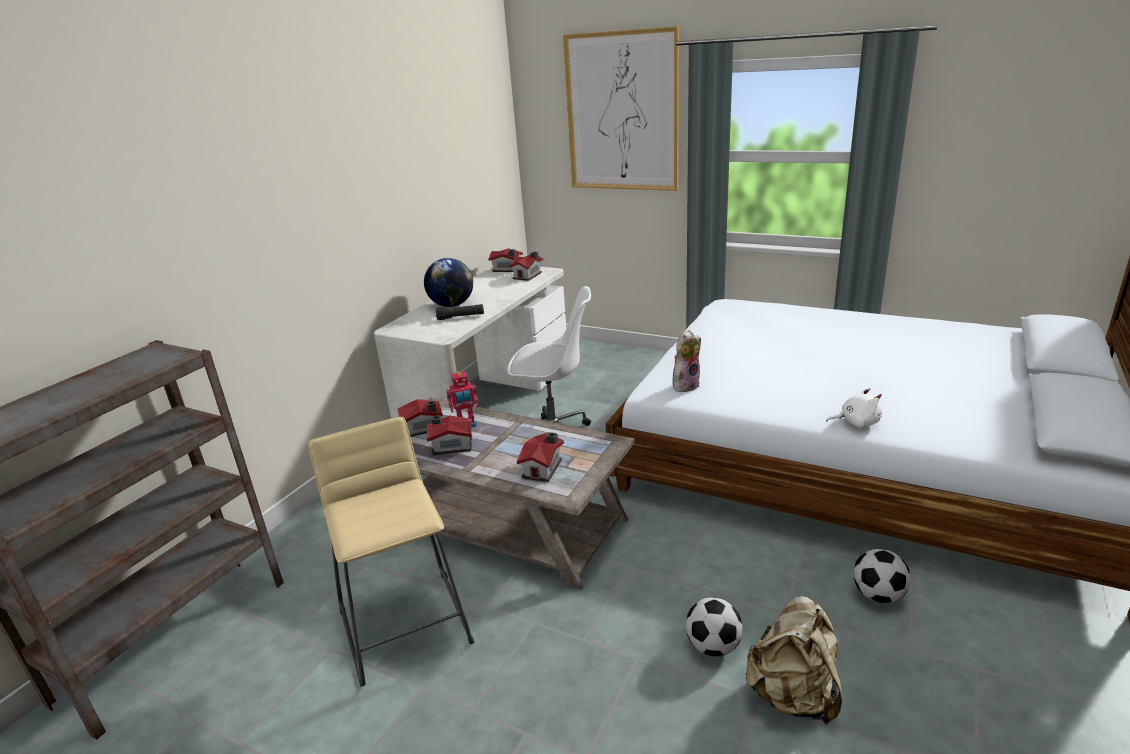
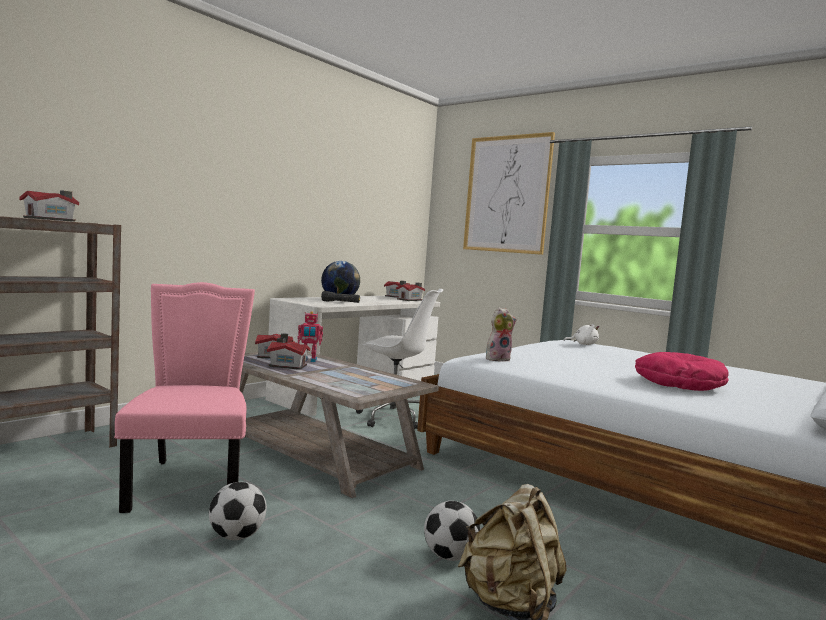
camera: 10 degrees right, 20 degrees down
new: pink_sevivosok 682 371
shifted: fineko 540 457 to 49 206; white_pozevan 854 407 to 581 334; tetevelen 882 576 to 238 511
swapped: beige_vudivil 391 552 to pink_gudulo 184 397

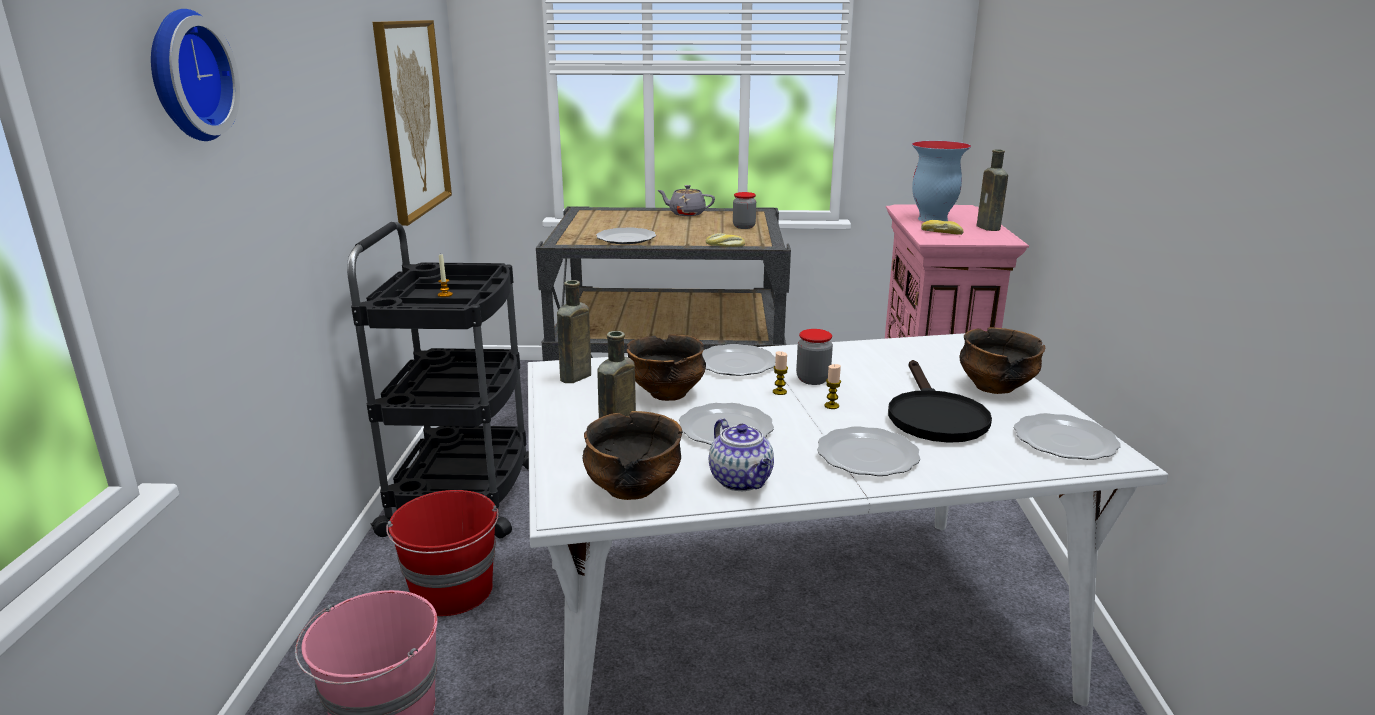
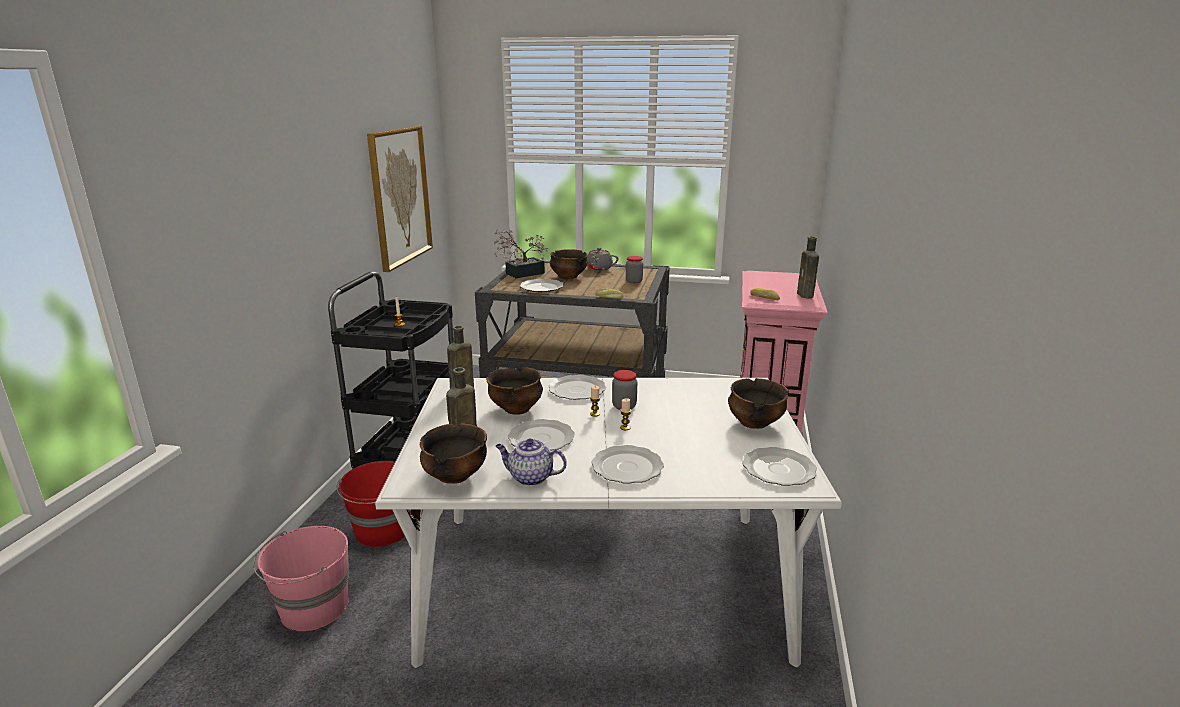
camera: 10 degrees right, 0 degrees up
gone: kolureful 195 75; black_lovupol 940 401; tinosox 941 181
new: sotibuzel 521 253; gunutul 569 264
rotated: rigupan 741 454 = 531 462 120 degrees clockwise

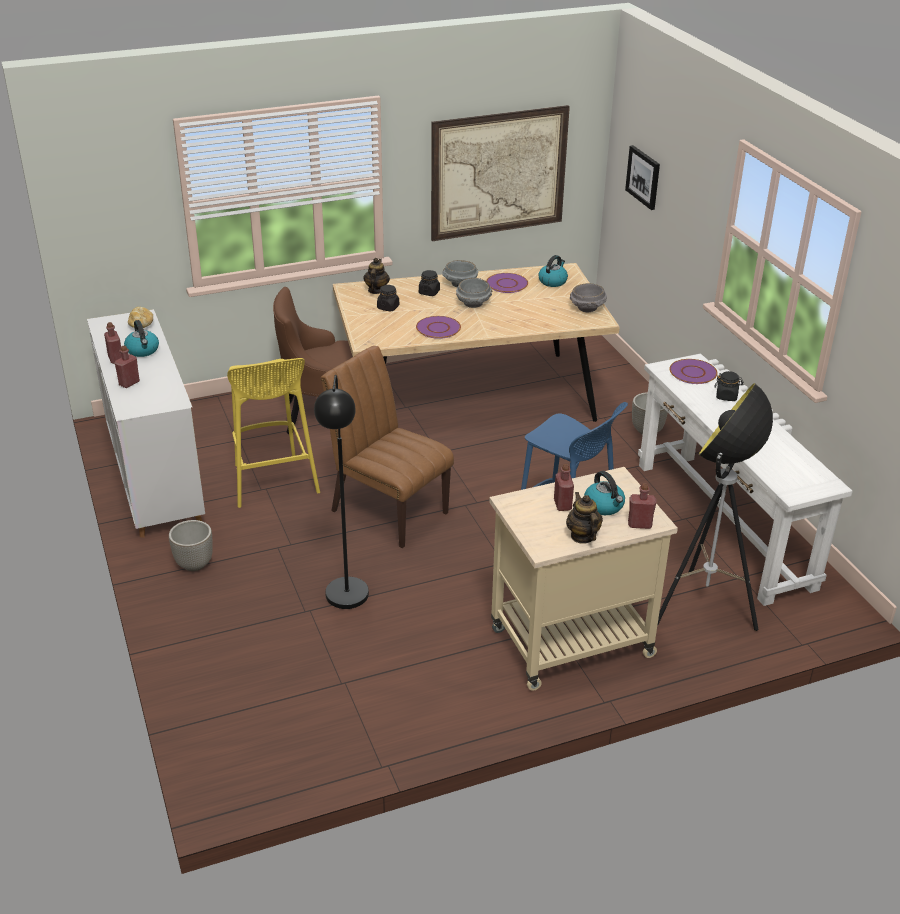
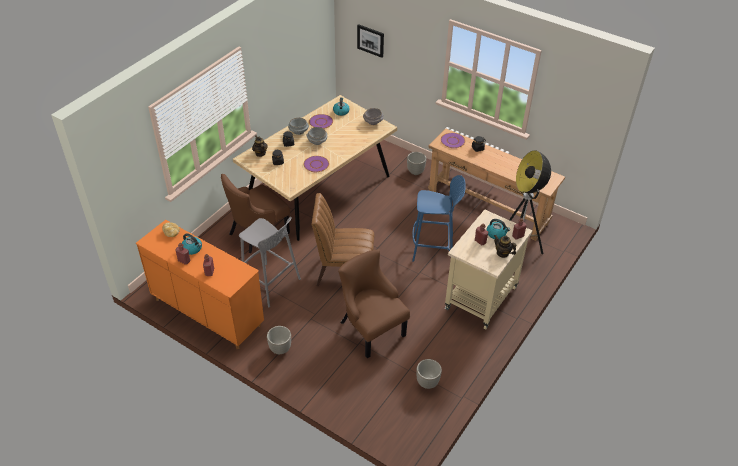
camera: 35 degrees left, 10 degrees up
gone: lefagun 500 173
new: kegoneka 429 374
swapped: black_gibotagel 341 492 to brown_gudulo 374 303
repainted: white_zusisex 146 423 to orange_zusisex 200 284; yellow_vudivil 273 433 to grey_vudivil 270 262; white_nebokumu 745 480 to brown_nebokumu 496 185

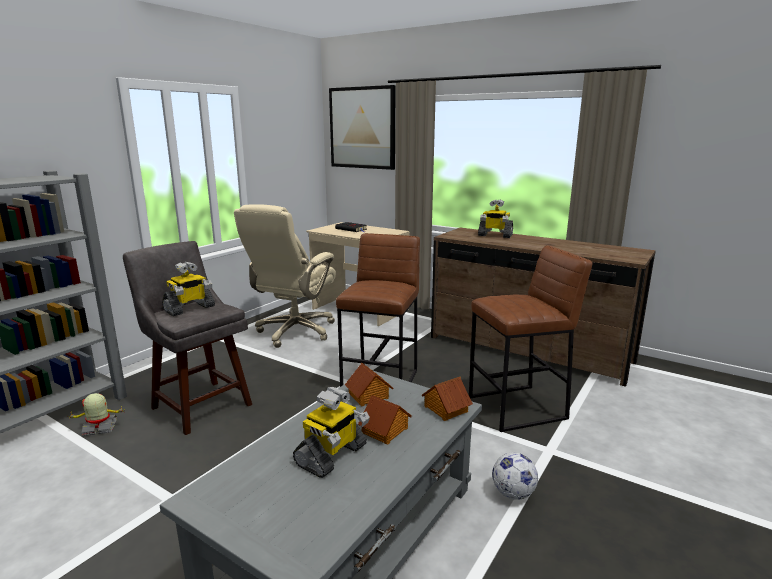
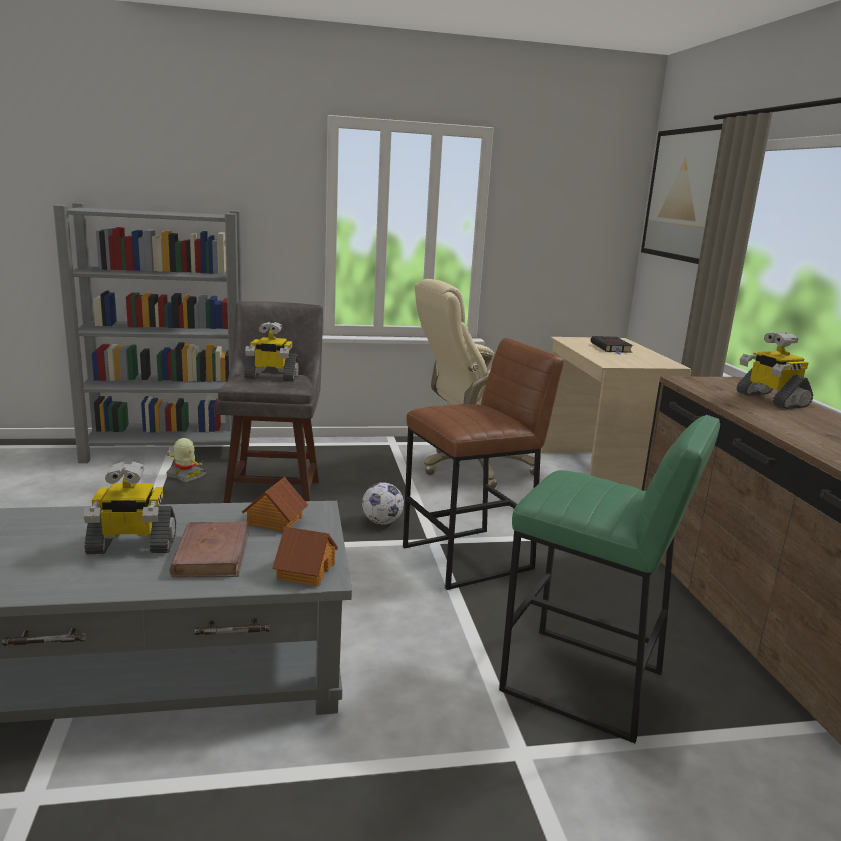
camera: 45 degrees right, 0 degrees up
shifted: tetevelen 515 476 to 383 503
swapped: fineko 385 419 to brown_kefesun 209 550
repainted: brown_vudivil 530 339 to green_vudivil 609 579

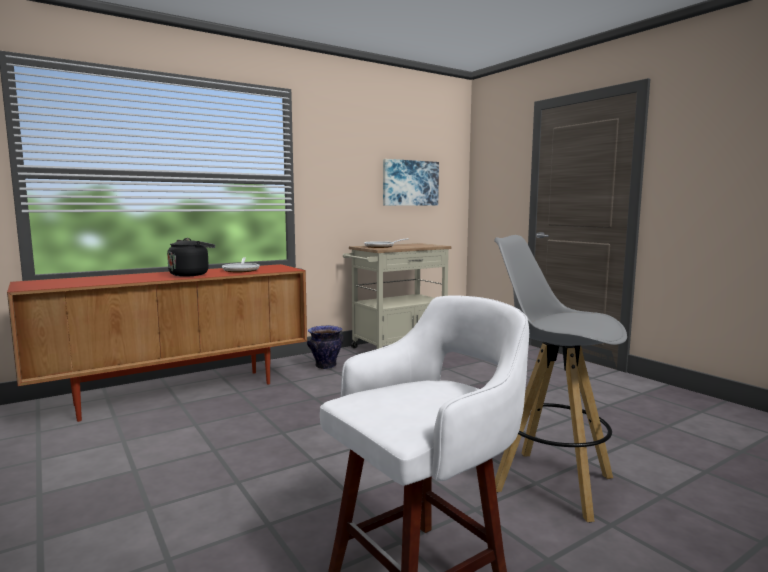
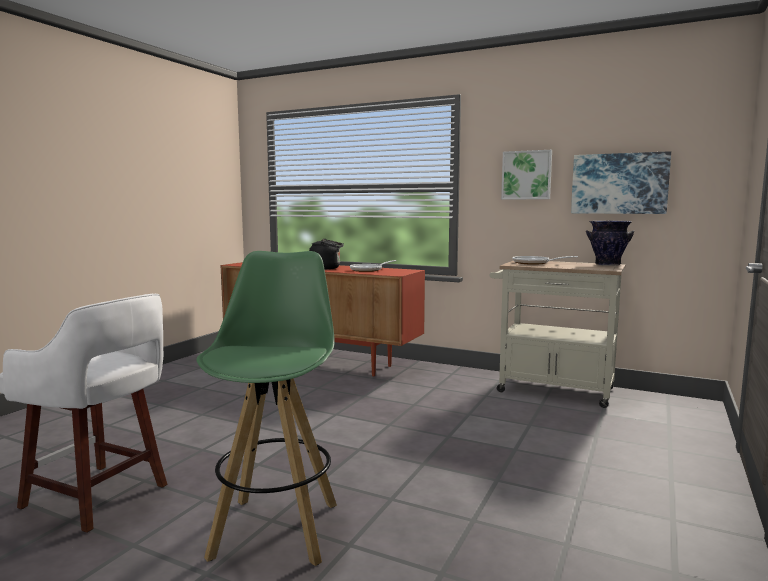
camera: 60 degrees right, 0 degrees up
new: lefagun 526 174
shifted: tinosox 325 347 to 610 243
repainted: grey_vudivil 560 378 to green_vudivil 267 408

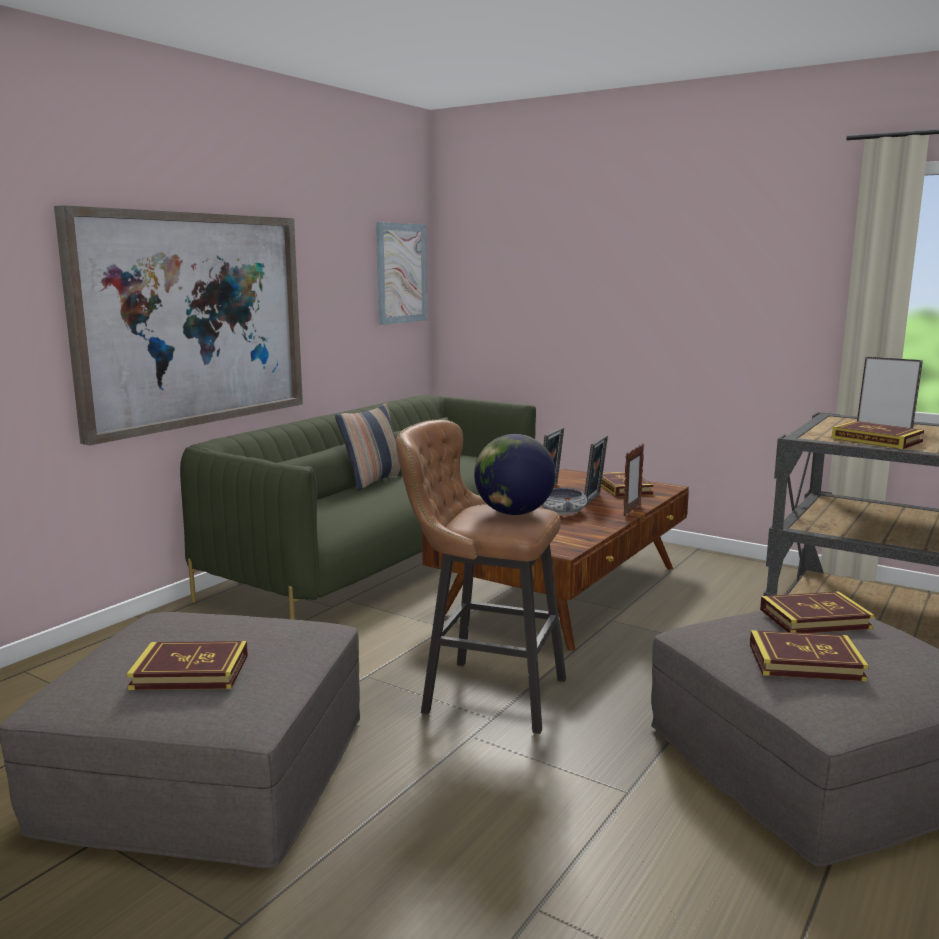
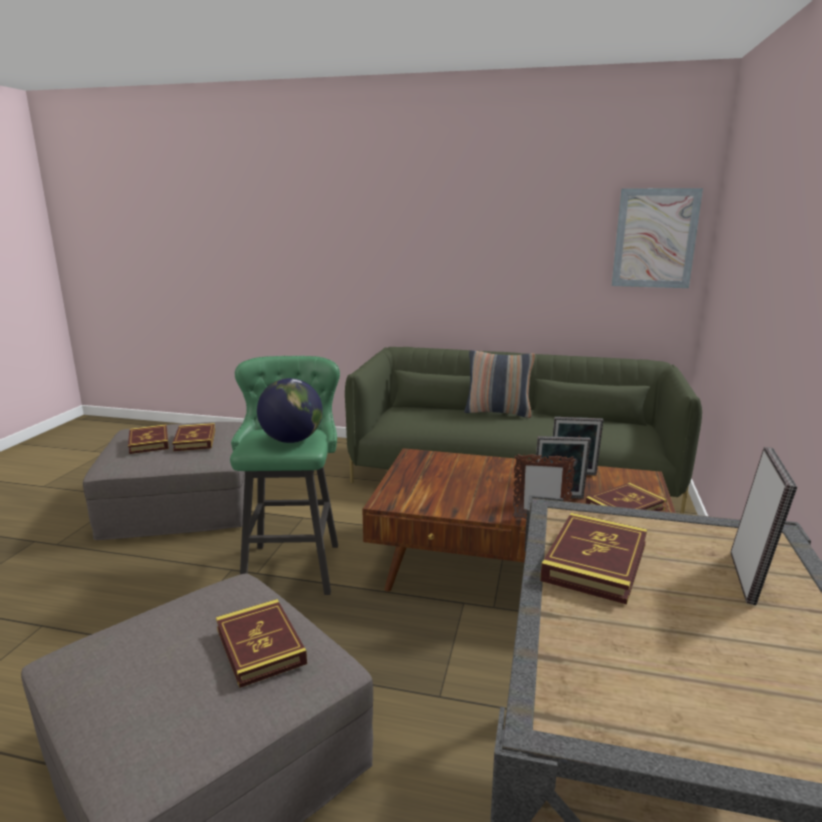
camera: 70 degrees right, 5 degrees up
gone: lefagun 178 325; gunutul 565 501
shifted: kefesun 809 655 to 193 437
repainted: brown_vudivil 481 576 to green_vudivil 285 475

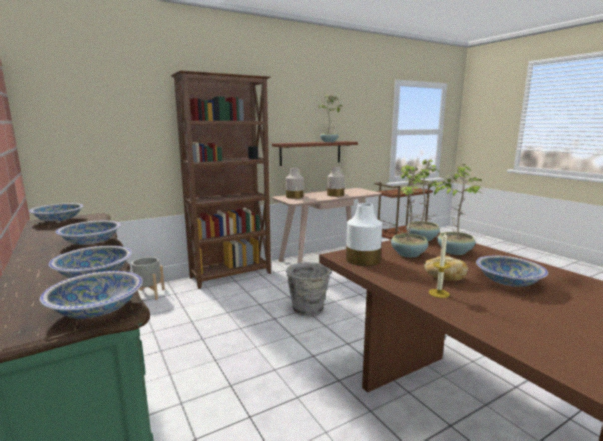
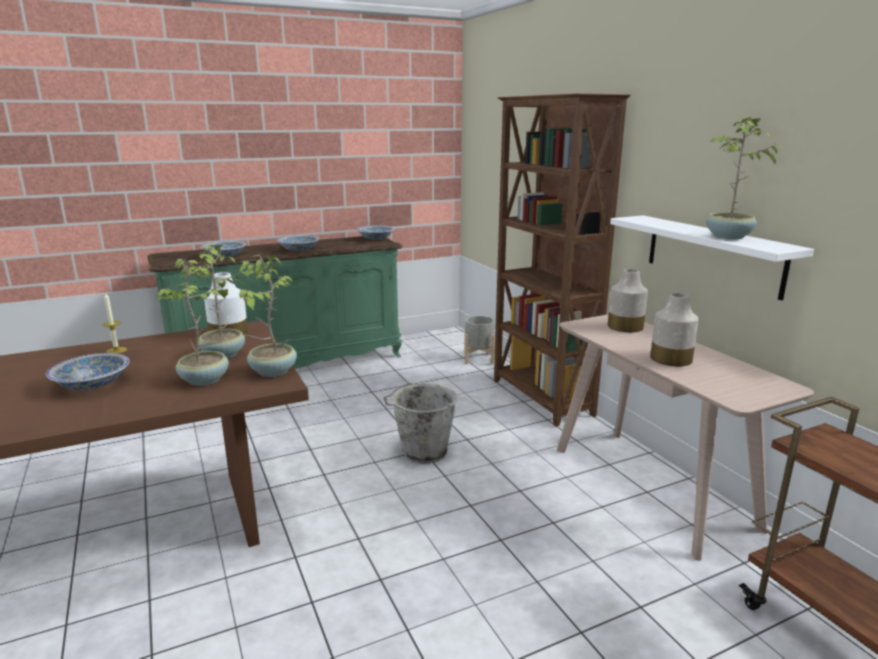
camera: 95 degrees right, 5 degrees up
gone: gunutul 91 295; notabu 446 268
repainted: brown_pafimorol 315 153 to white_pafimorol 712 257

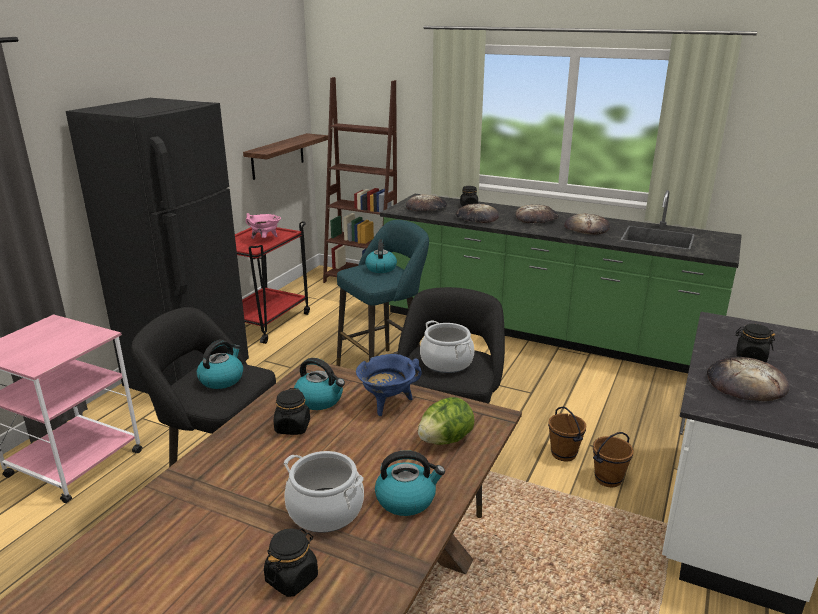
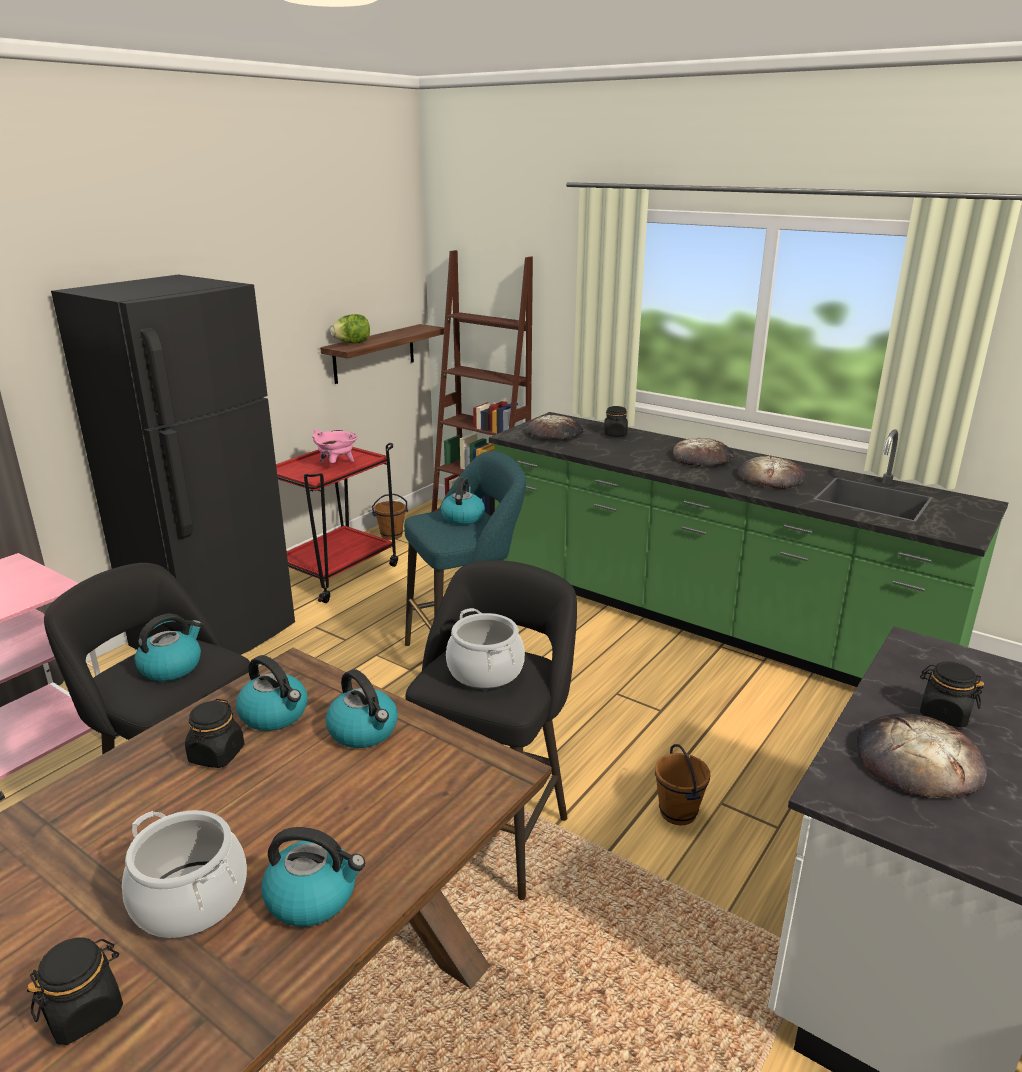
camera: 10 degrees right, 0 degrees up
gone: notabu 477 213
shifted: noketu 446 421 to 350 328; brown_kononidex 613 459 to 390 517
swapped: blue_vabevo 389 385 to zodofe 361 708

